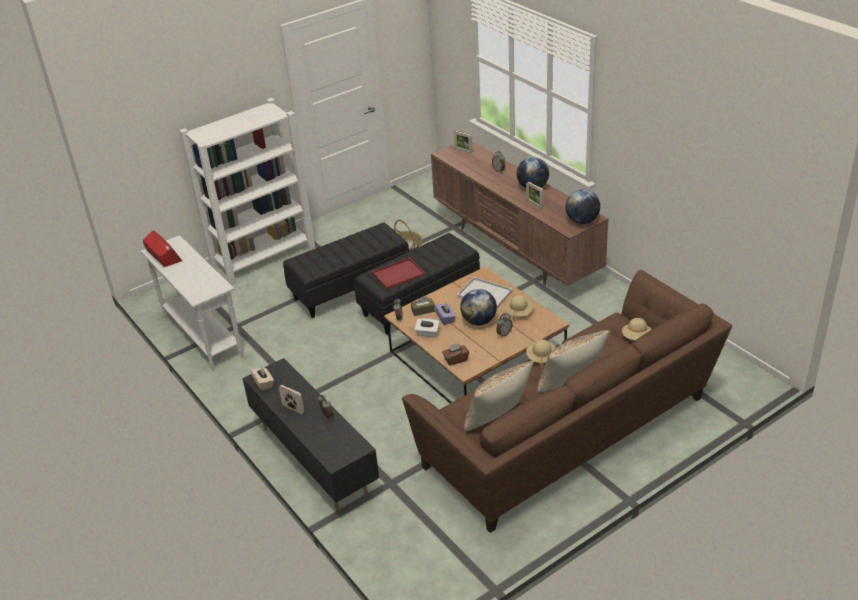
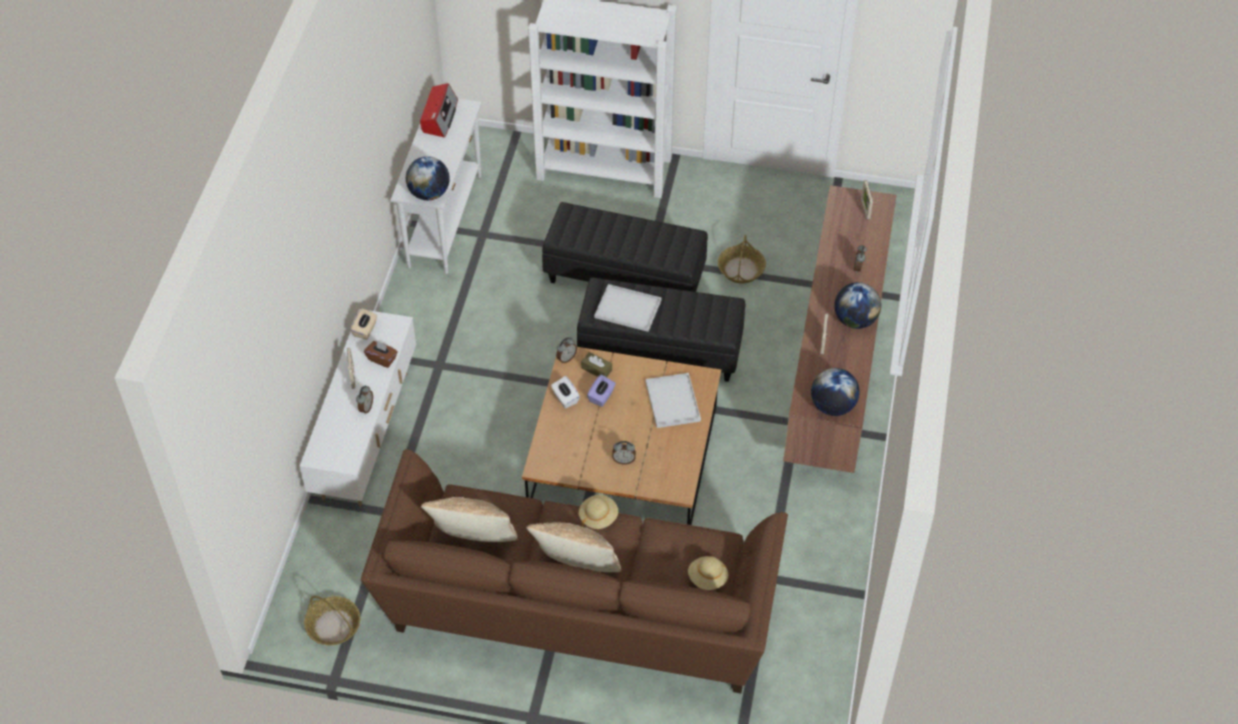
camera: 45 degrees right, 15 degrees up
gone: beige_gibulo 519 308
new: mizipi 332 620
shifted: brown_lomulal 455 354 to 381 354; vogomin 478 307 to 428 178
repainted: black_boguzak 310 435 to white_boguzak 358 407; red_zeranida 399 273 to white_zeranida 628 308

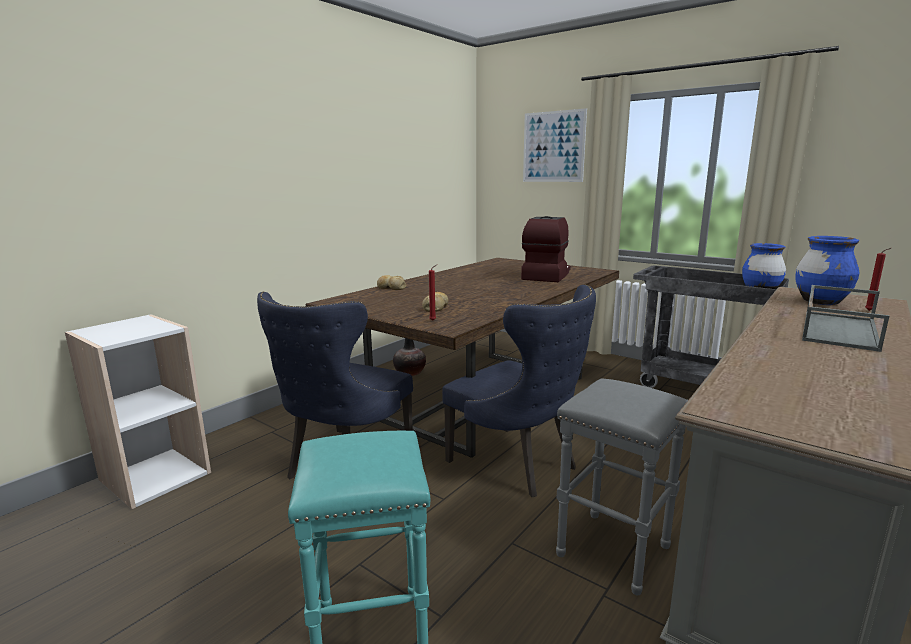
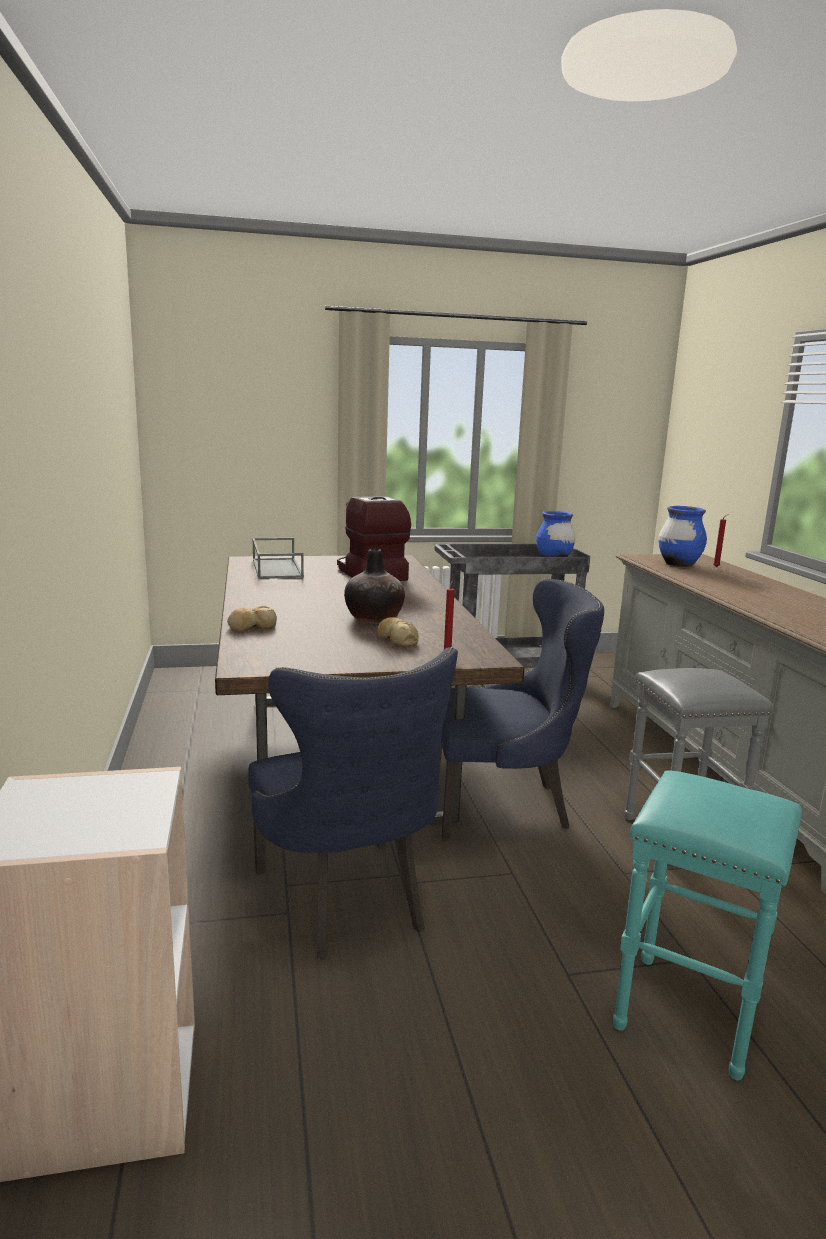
camera: 50 degrees left, 0 degrees up
gone: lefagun 555 145
shifted: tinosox 409 357 to 374 586; grey_zeranida 845 318 to 278 558

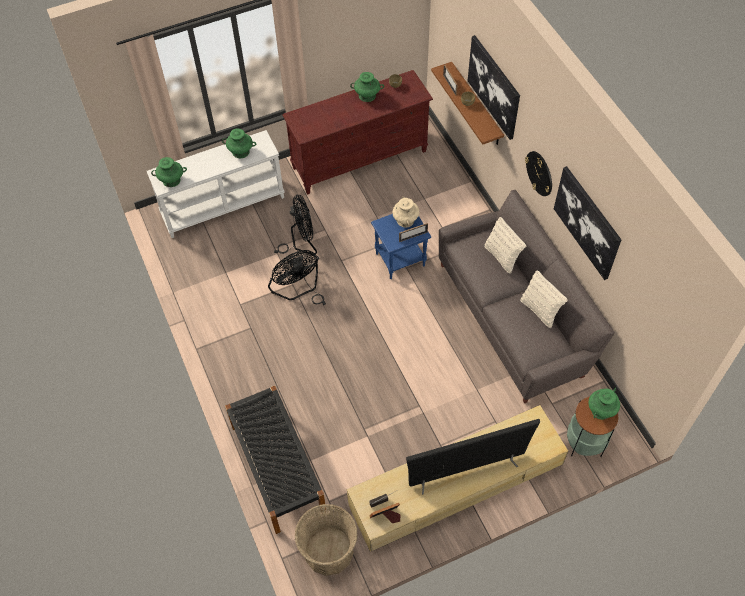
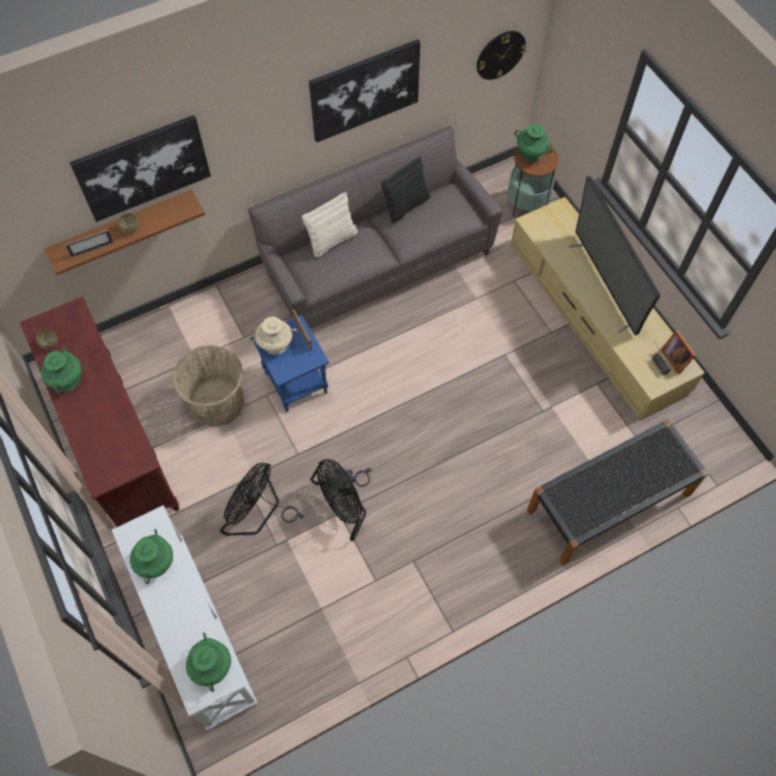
camera: 95 degrees left, 5 degrees up
shifted: mizipi 326 540 to 208 386; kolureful 538 173 to 501 55
repainted: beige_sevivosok 544 299 to black_sevivosok 406 189
rotated: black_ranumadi 295 225 = 262 499 45 degrees counterclockwise

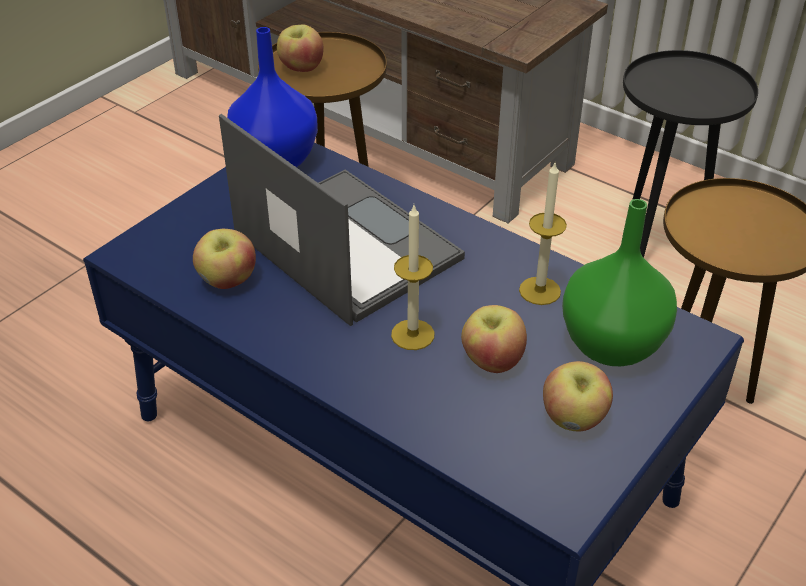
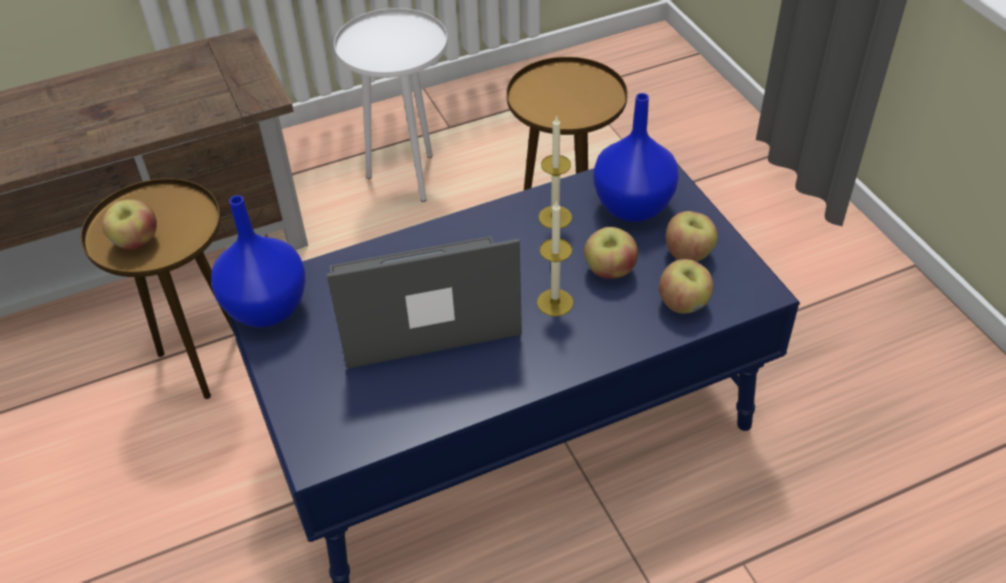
camera: 60 degrees left, 5 degrees up
shifted: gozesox 224 259 to 686 286
repainted: green_tinosox 619 282 to blue_tinosox 636 157; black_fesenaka 690 154 to white_fesenaka 391 105

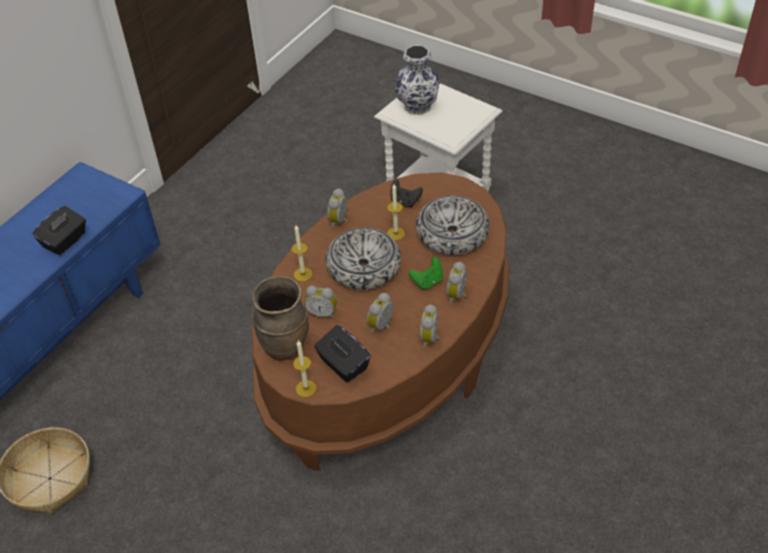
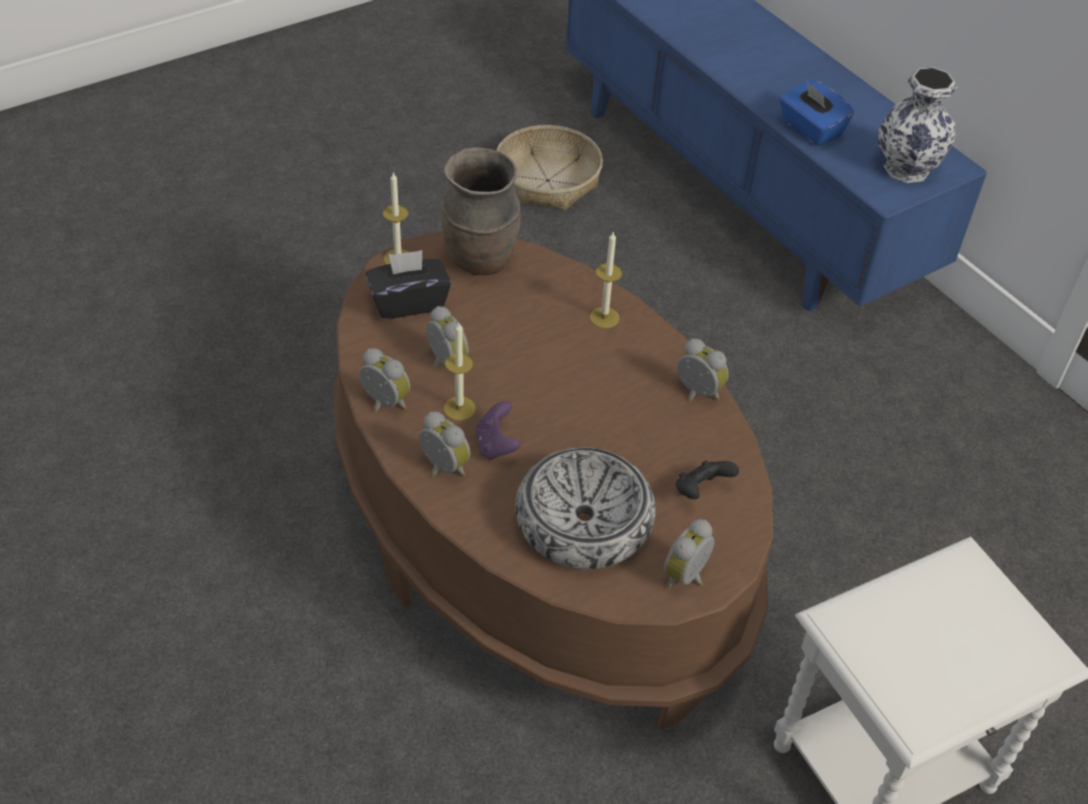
camera: 110 degrees right, 0 degrees up
gone: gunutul 363 258
shifted: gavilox 321 302 to 689 553; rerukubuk 396 212 to 460 372; tinosox 417 80 to 917 125
repainted: black_lomulal 59 230 to blue_lomulal 817 112; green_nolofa 426 273 to purple_nolofa 498 430

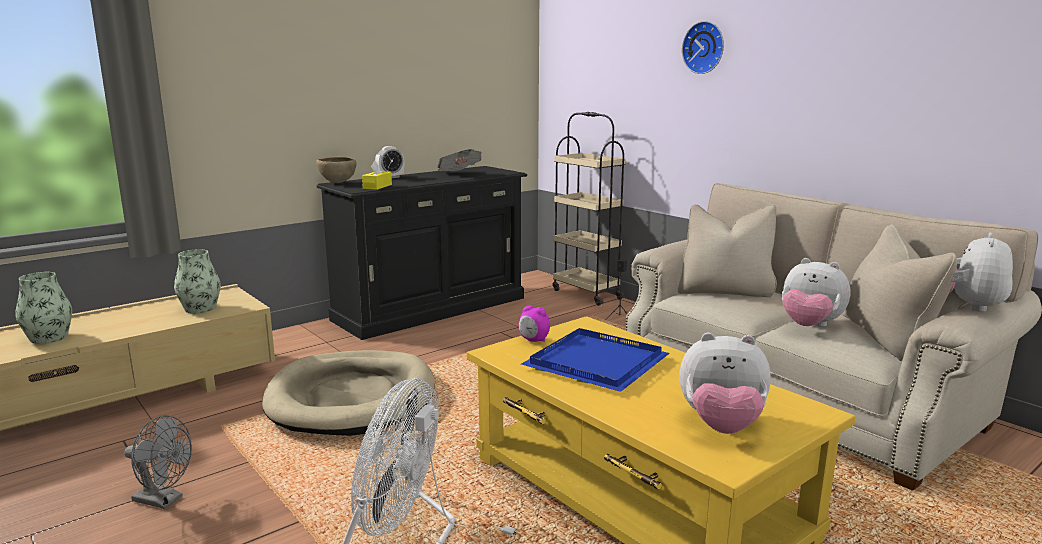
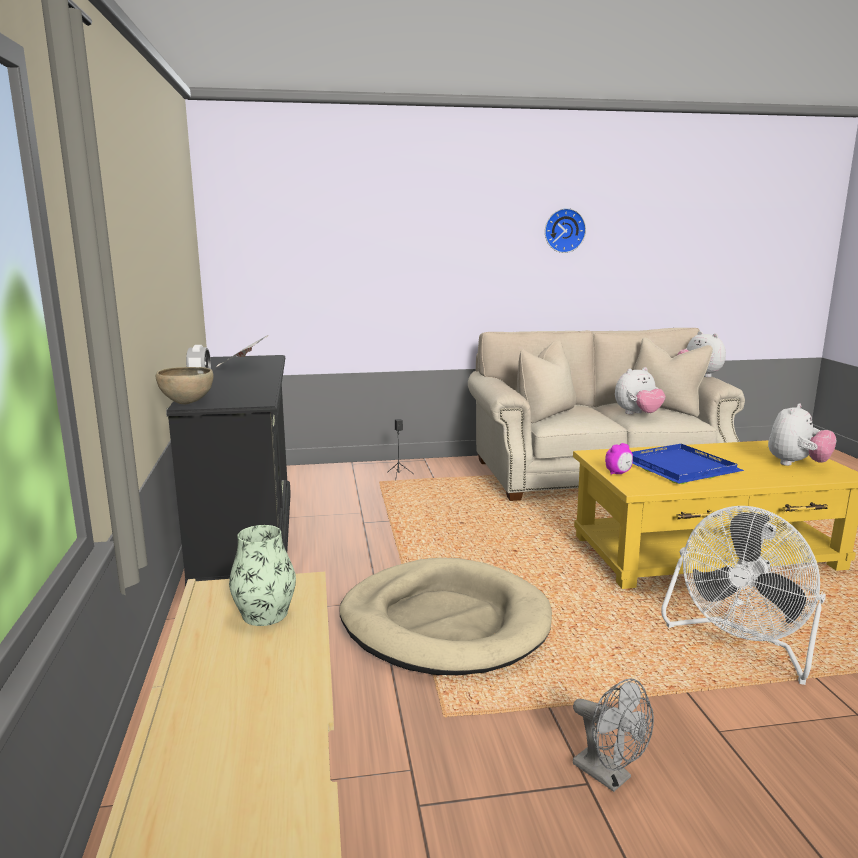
camera: 60 degrees left, 0 degrees up
gone: tinosox 43 308; yellow_lomulal 377 175; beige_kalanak 589 209
shifted: kolureful 703 47 to 565 230
rotated: grey_ranumadi 158 462 = 613 735 90 degrees clockwise

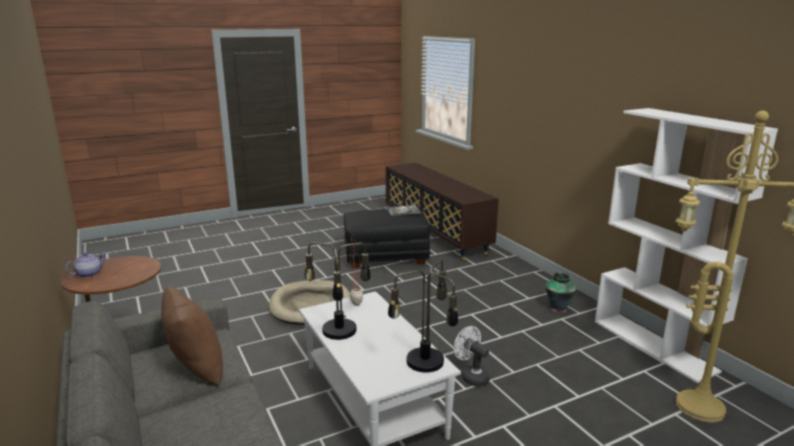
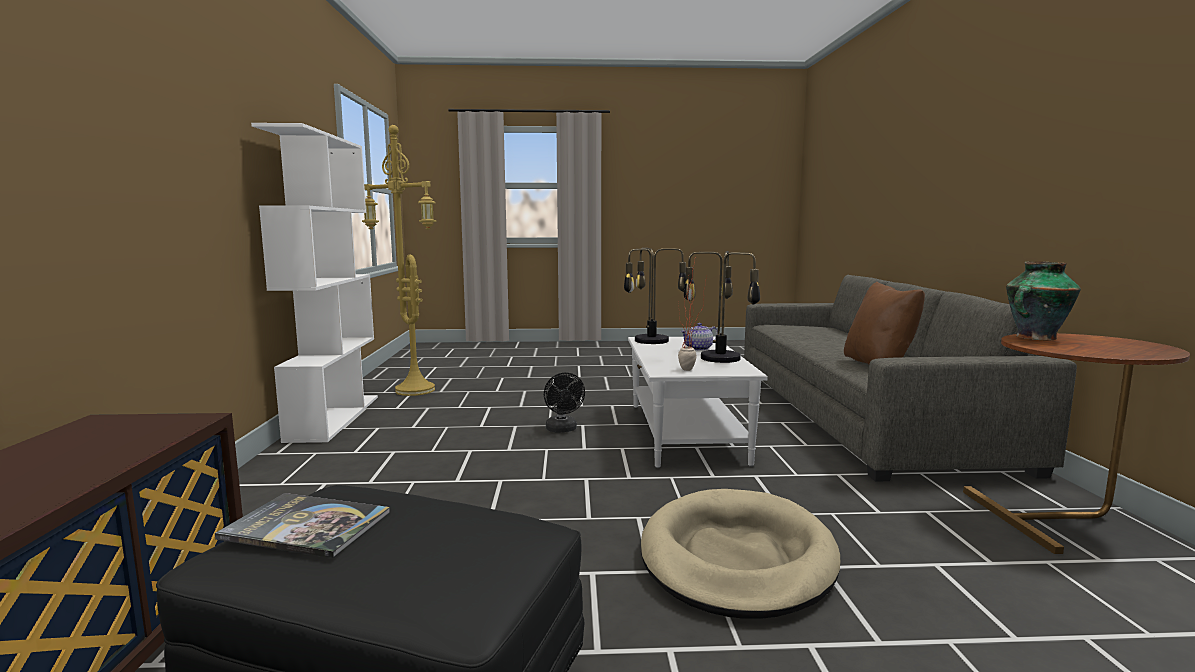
camera: 155 degrees left, 10 degrees down
shifted: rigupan 85 265 to 699 337; tinosox 561 292 to 1043 301
repainted: white_ranumadi 472 356 to black_ranumadi 564 403

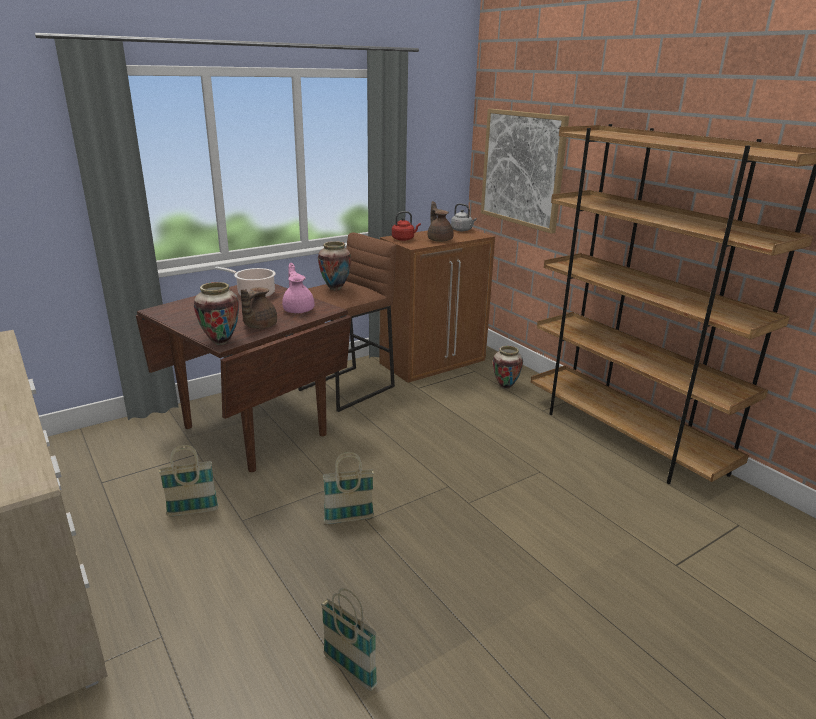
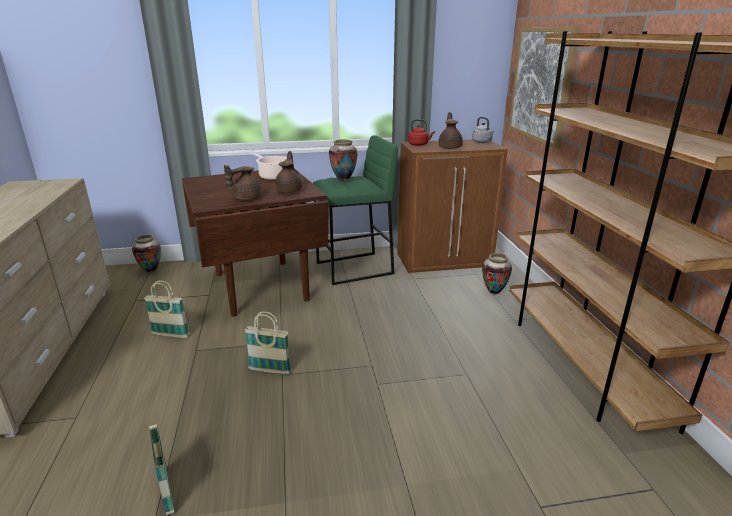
camera: 25 degrees right, 0 degrees up
shifted: tinosox 216 313 to 146 254
repainted: pink_rigupan 298 288 to brown_rigupan 288 172; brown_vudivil 347 322 to green_vudivil 355 210

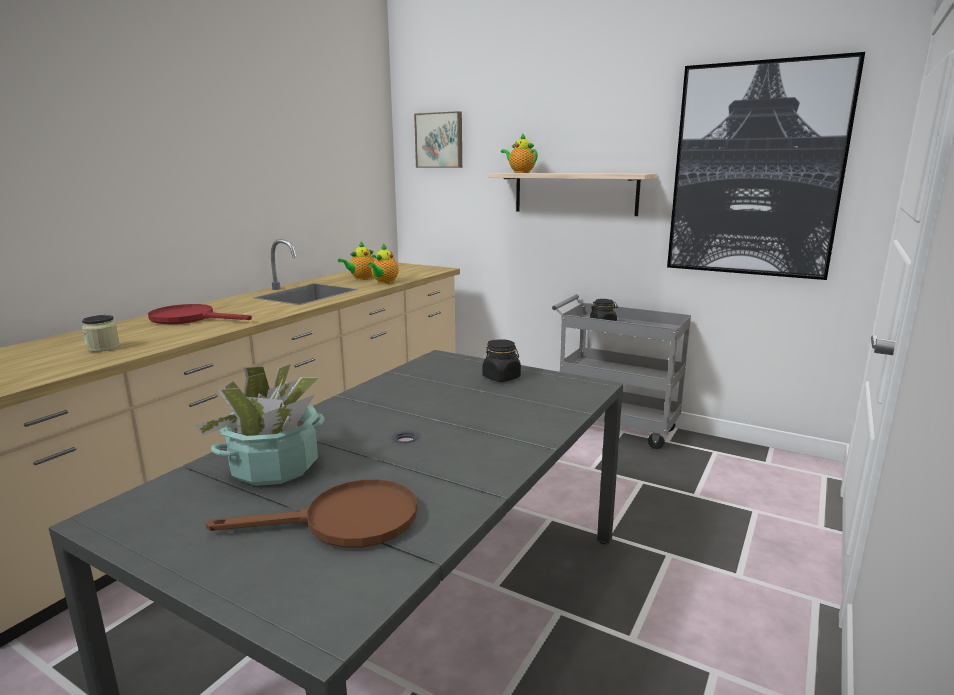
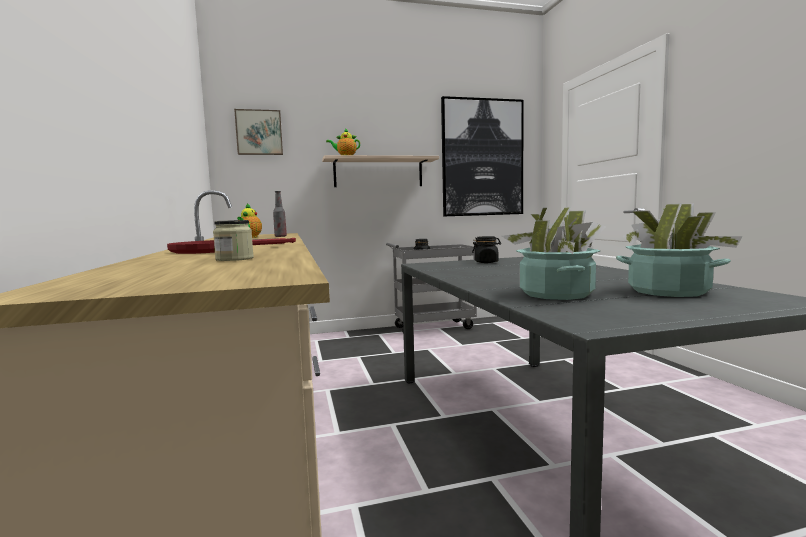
camera: 45 degrees left, 10 degrees down
swapped: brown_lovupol 311 513 to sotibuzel 679 250; rigupan 383 264 to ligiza 280 214

